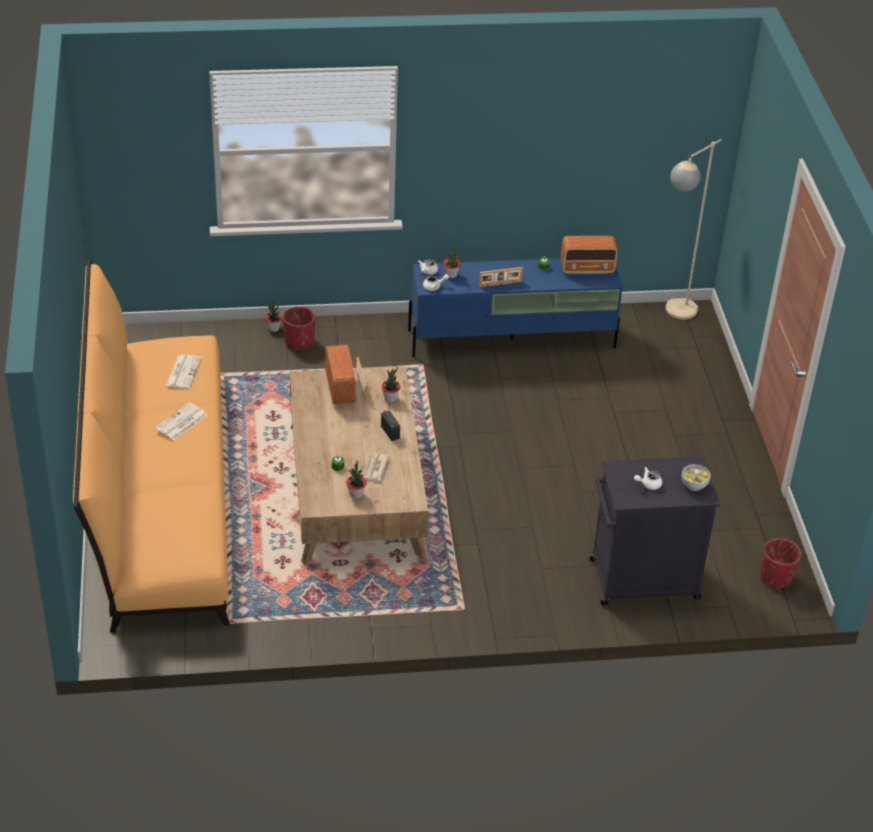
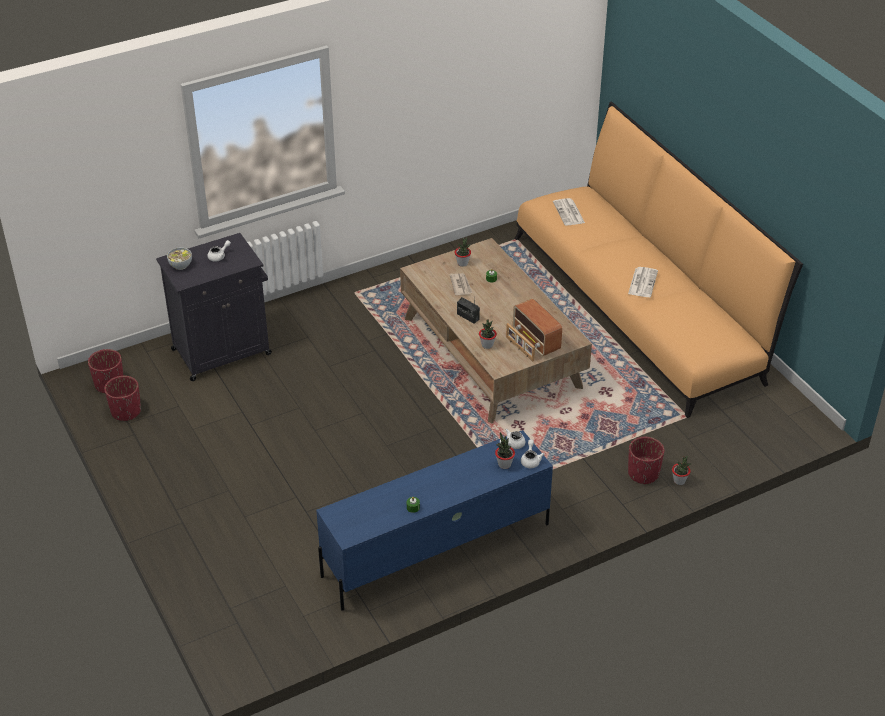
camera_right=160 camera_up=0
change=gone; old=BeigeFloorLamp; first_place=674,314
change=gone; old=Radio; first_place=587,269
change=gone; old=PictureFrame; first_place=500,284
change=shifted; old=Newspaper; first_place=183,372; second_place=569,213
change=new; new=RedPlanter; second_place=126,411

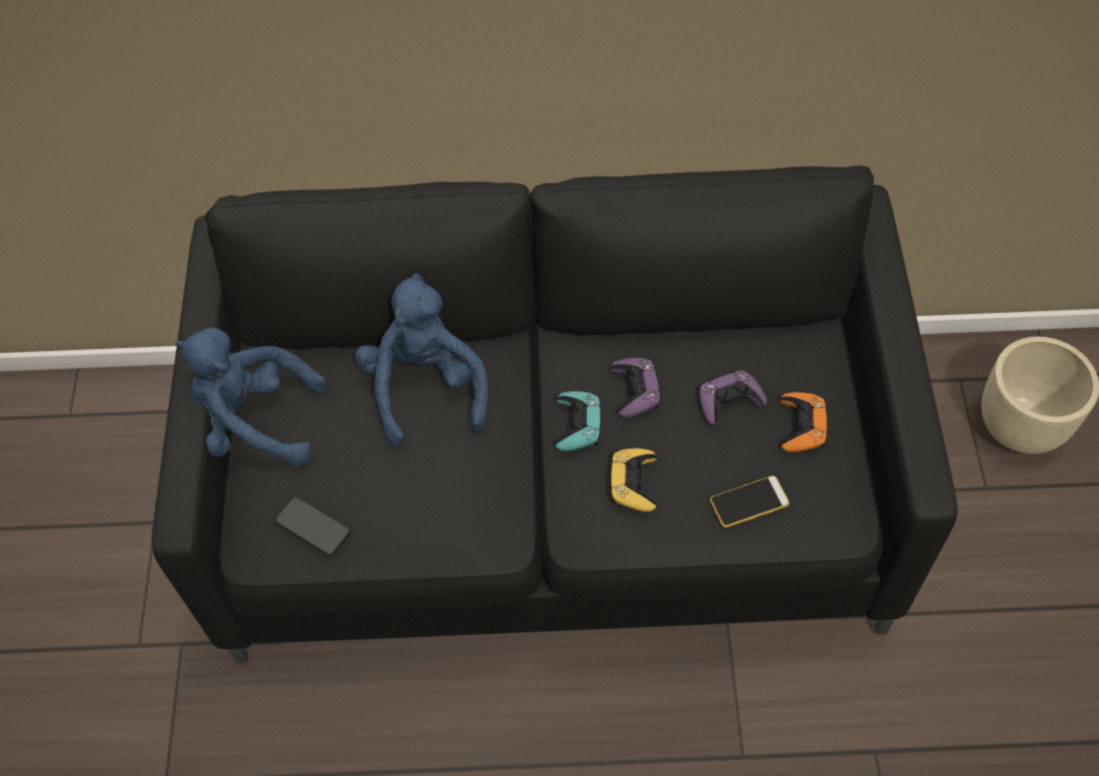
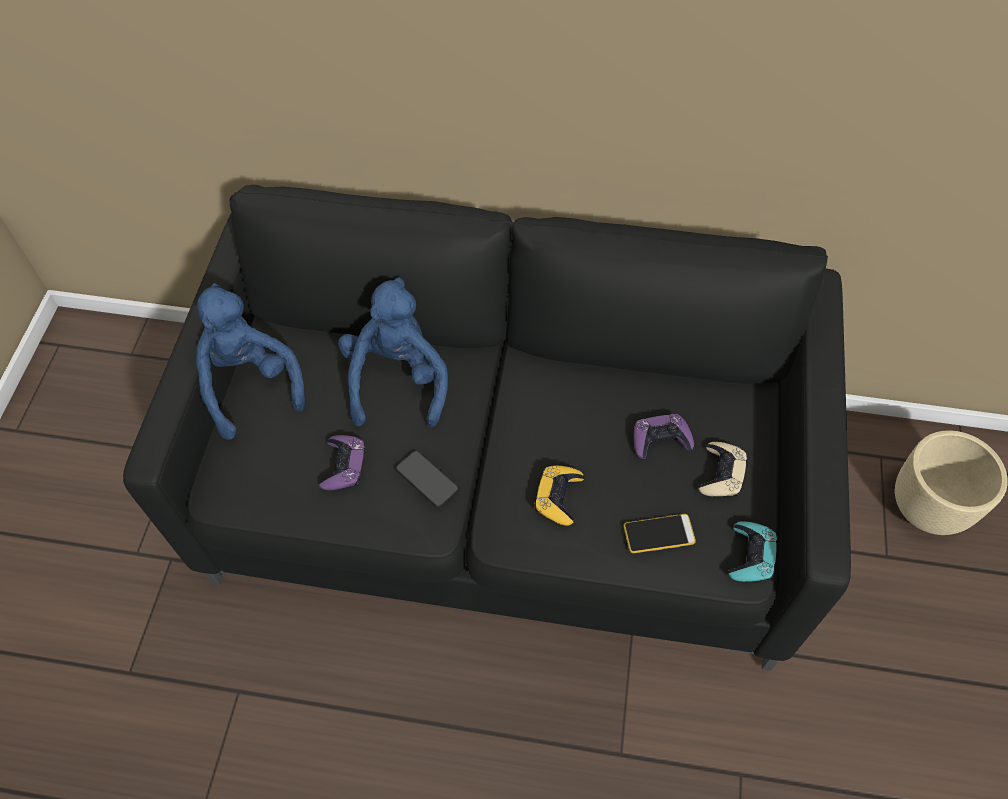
camera_right=10 camera_up=0
change=rotated; old=BluePlushToy; first_place=254,423; second_place=246,385; degrees=45
change=shifted; old=PurpleGameController; first_place=635,390; second_place=344,466
change=shifted; old=TurquoiseGameController; first_place=577,425; second_place=751,555
change=repainted; old=OrangeGameController; new=BeigeGameController; first_place=801,426; second_place=721,474
change=shifted; old=Phone; first_place=313,527; second_place=427,479

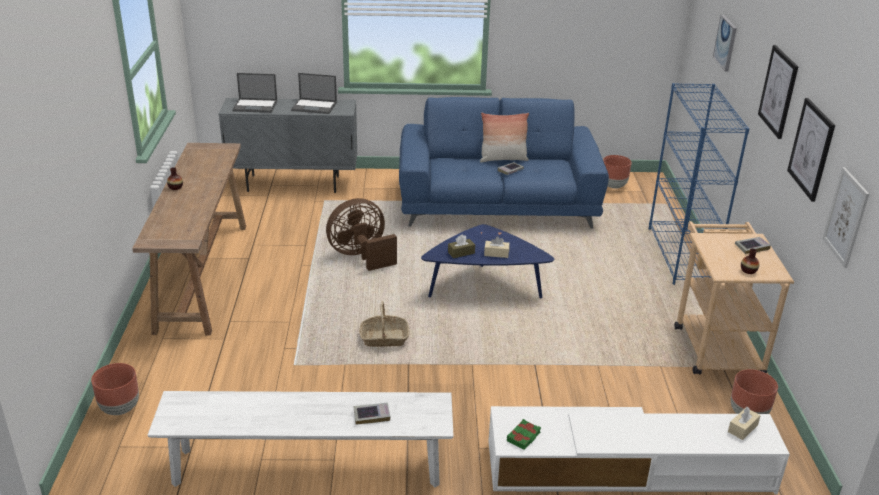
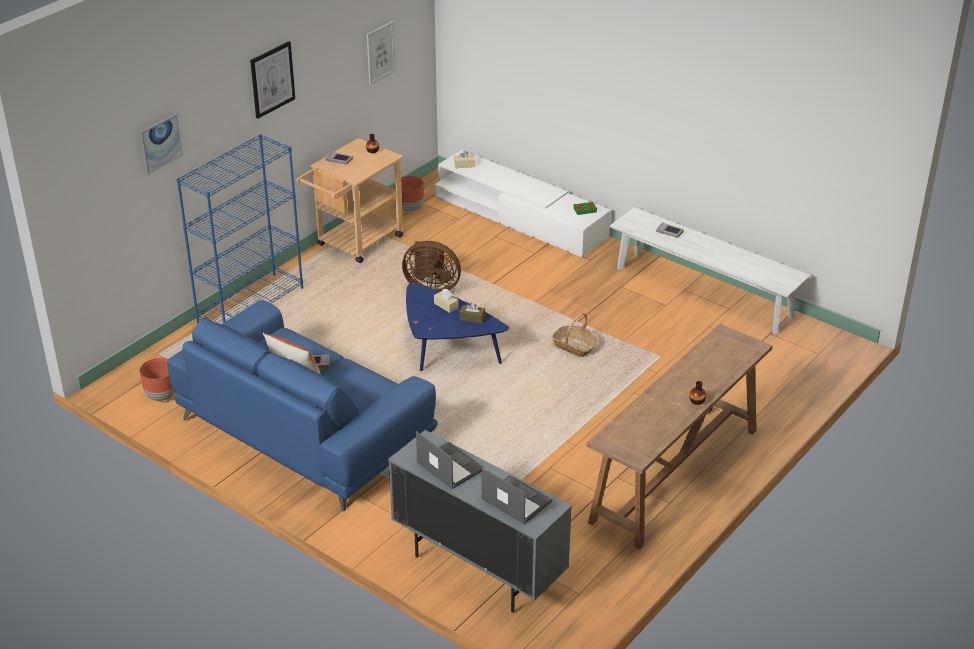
camera_right=-140 camera_up=5
change=gone; old=Picture; first_place=811,149
change=shifted; old=BrownFan; first_place=361,256; second_place=431,287
change=gone; old=BrownPlanter; first_place=119,408

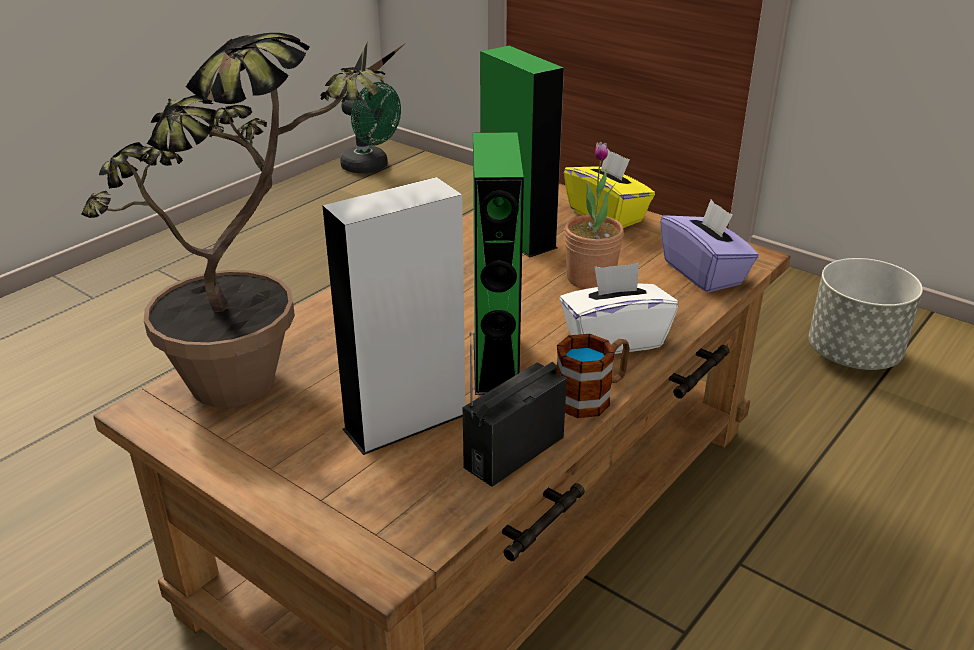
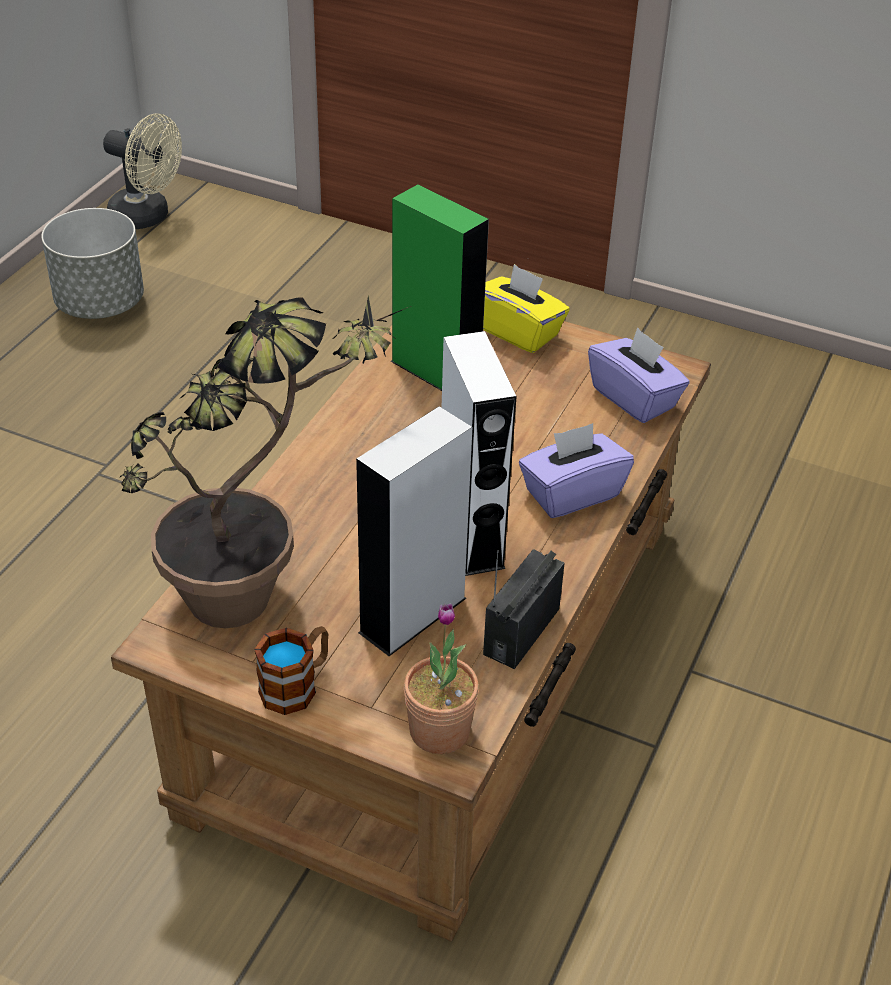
camera_right=-15 camera_up=10
change=repainted; old=GreenFan; new=BeigeFan; first_place=370,167; second_place=147,217
change=repainted; old=GreenSpeaker; new=WhiteSpeaker; first_place=495,362; second_place=470,536
change=shifted; old=PottedPlant; first_place=590,279; second_place=439,731
change=shifted; old=GreyPlanter; first_place=852,355; second_place=100,304
change=repainted; old=WhiteTissueBox; new=PurpleTissueBox; first_place=614,340; second_place=571,493
change=shifted; old=Mug; first_place=592,397; second_place=297,685

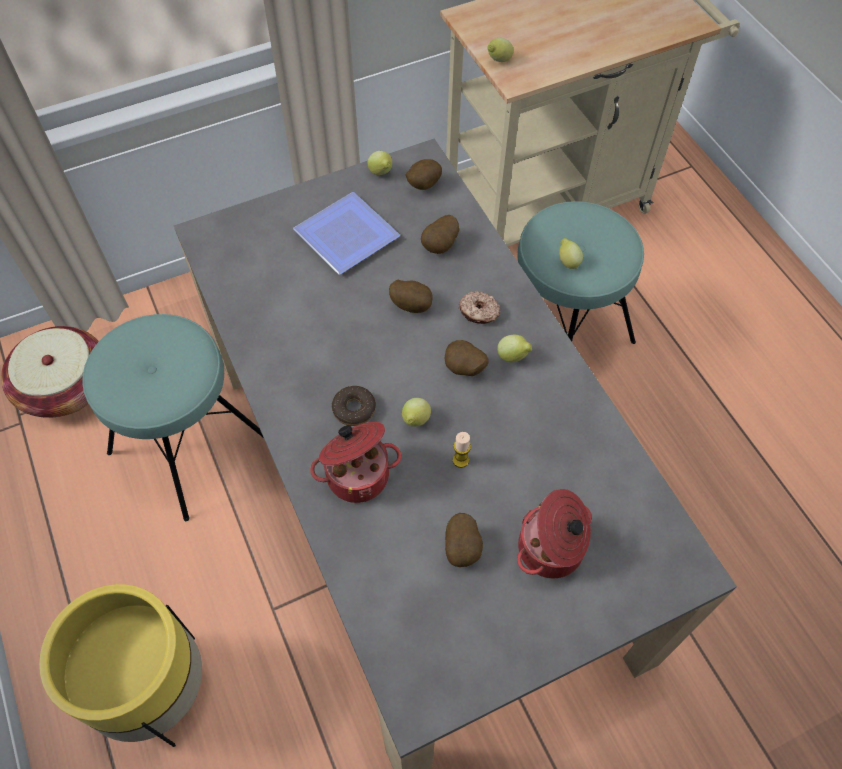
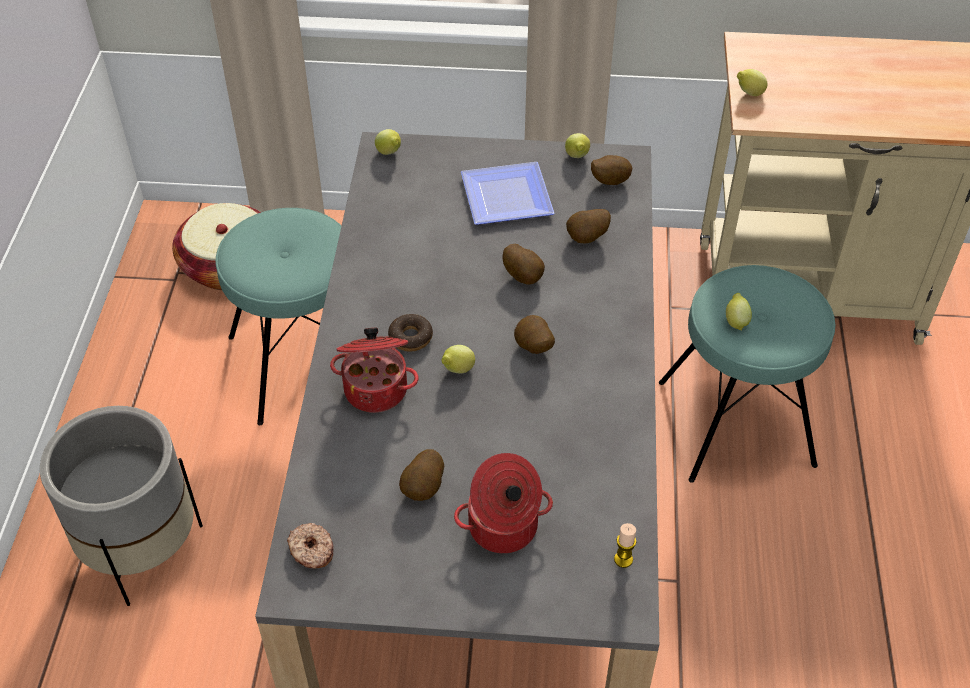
camera_right=30 camera_up=-10
change=shifted; old=Donut; first_place=479,312; second_place=311,551
change=shifted; old=Lemon; first_place=513,357; second_place=389,153
change=shifted; old=Candle; first_place=460,460; second_place=623,559
change=repainted; old=YellowPlanter; new=GreyPlanter; first_place=155,688; second_place=143,550

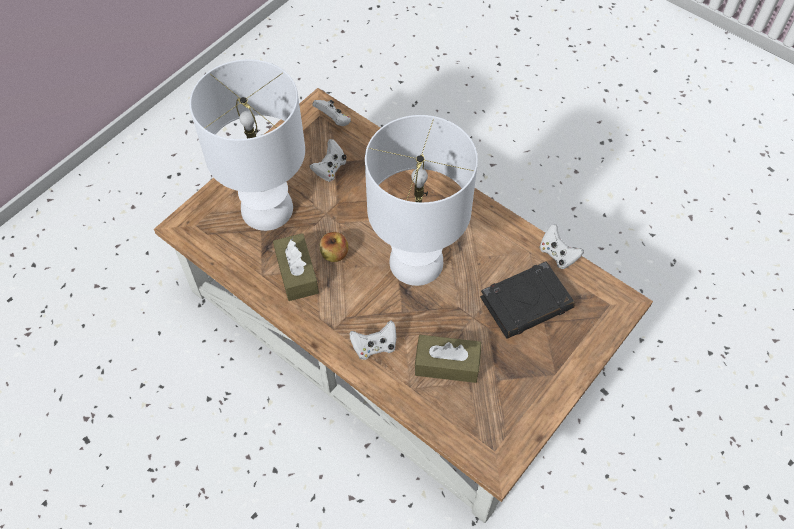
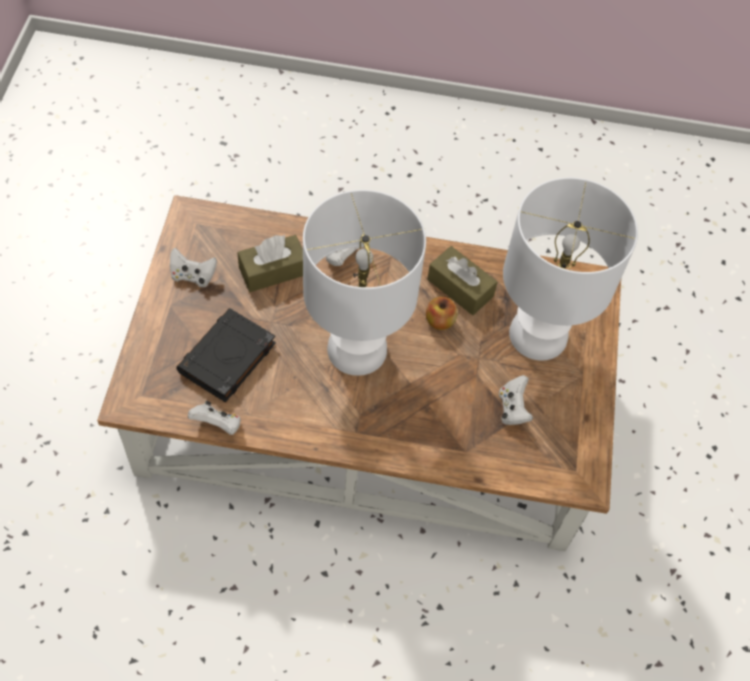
camera_right=145 camera_up=0
change=shifted; old=WhiteGameController; first_place=333,120; second_place=193,276

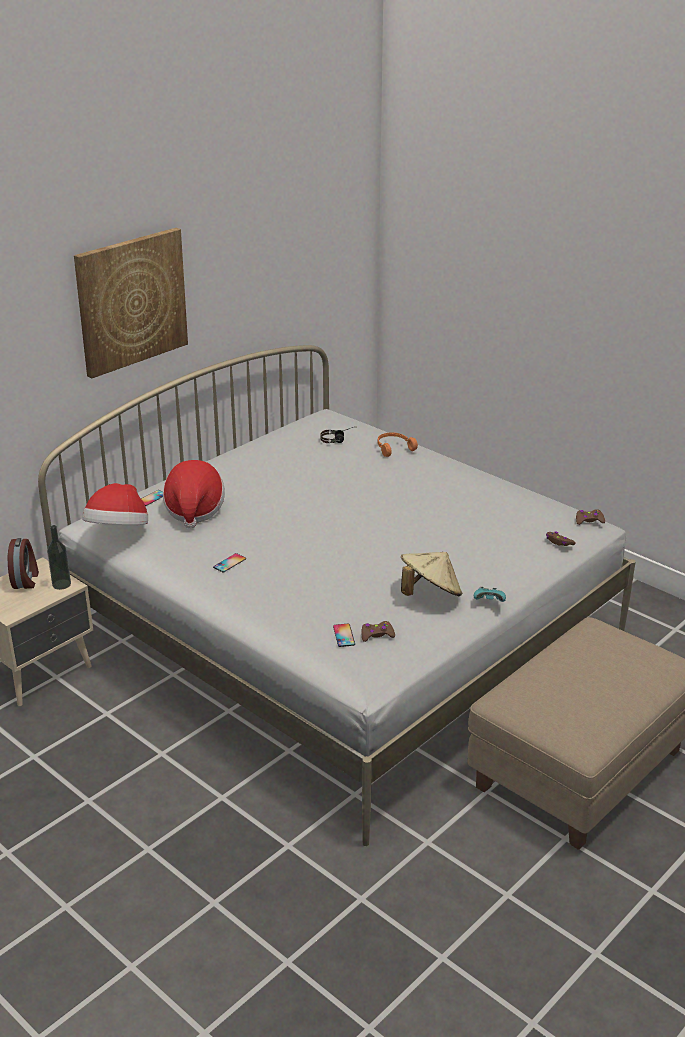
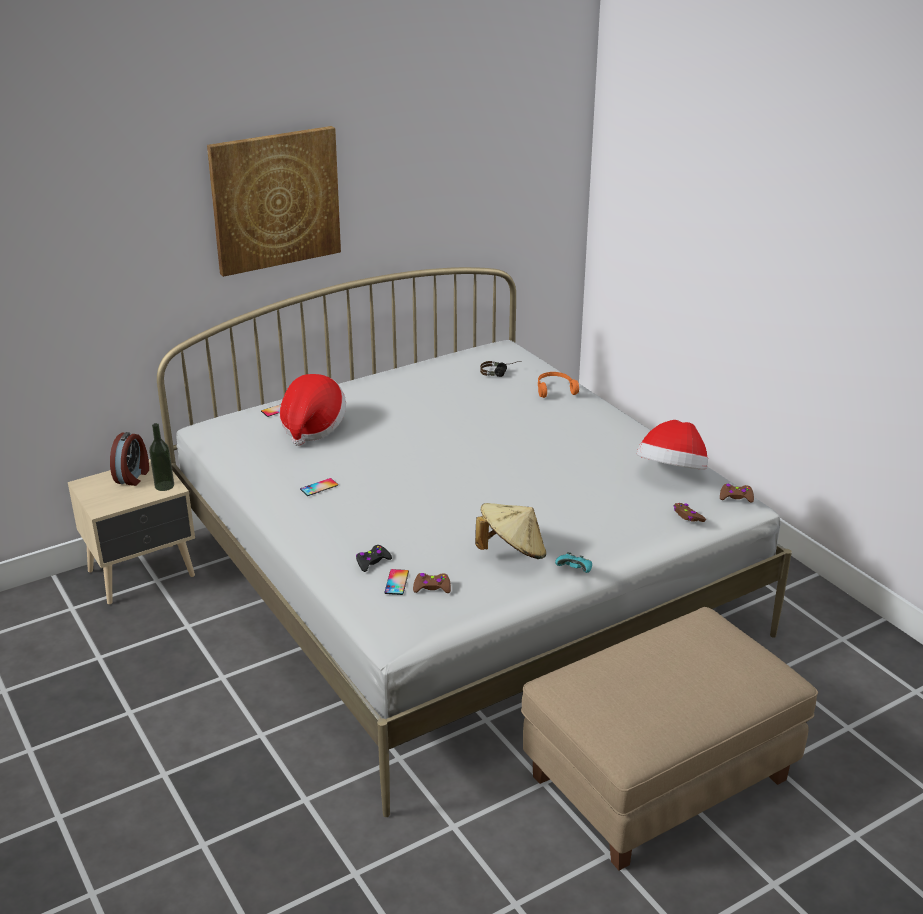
camera_right=15 camera_up=0
change=shifted; old=Hat; first_place=118,532; second_place=671,473
change=new; new=BlackGameController; second_place=372,562

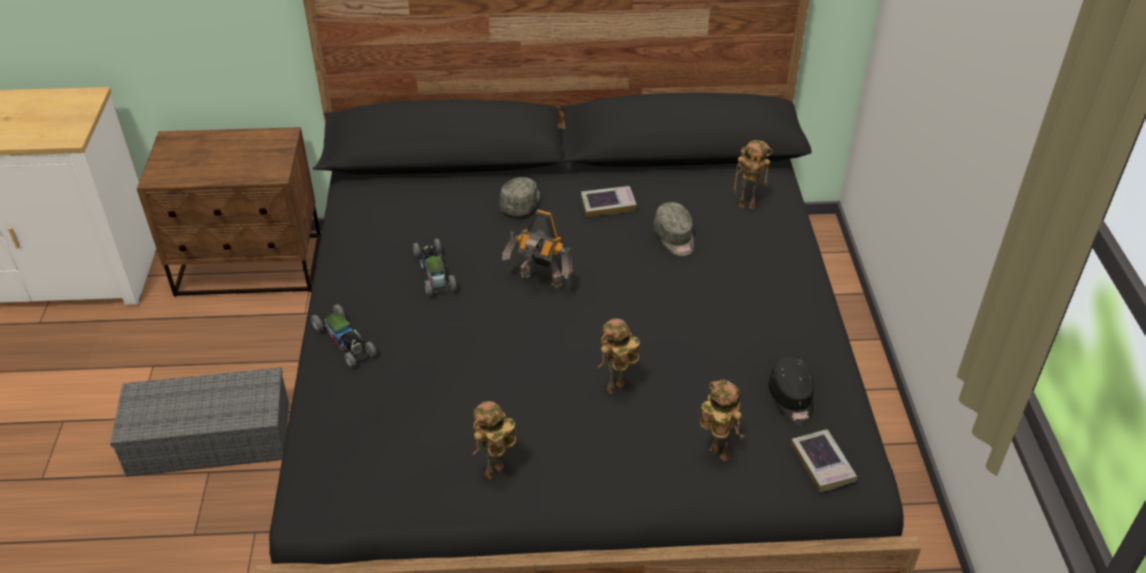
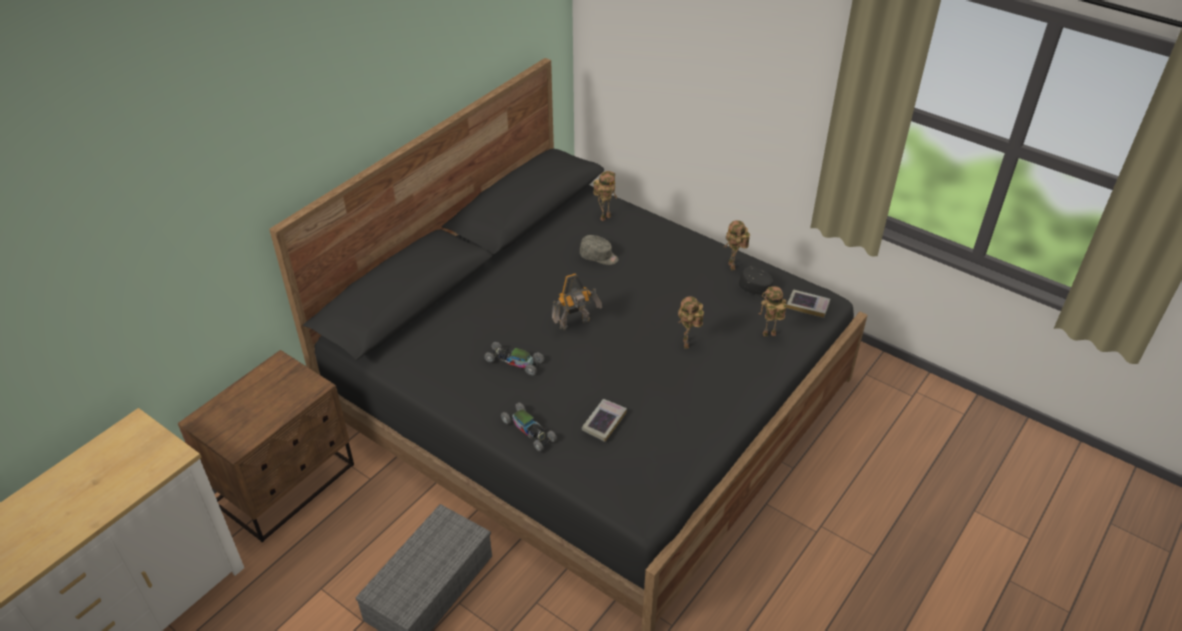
camera_right=-50 camera_up=0
change=gone; old=GreyCap; first_place=521,203
change=shifted; old=Book; first_place=608,204; second_place=604,422
change=rotated; old=ToyCar; first_place=345,341; second_place=529,431; degrees=45
change=shifted; old=ToyRobot; first_place=495,473; second_place=733,266

